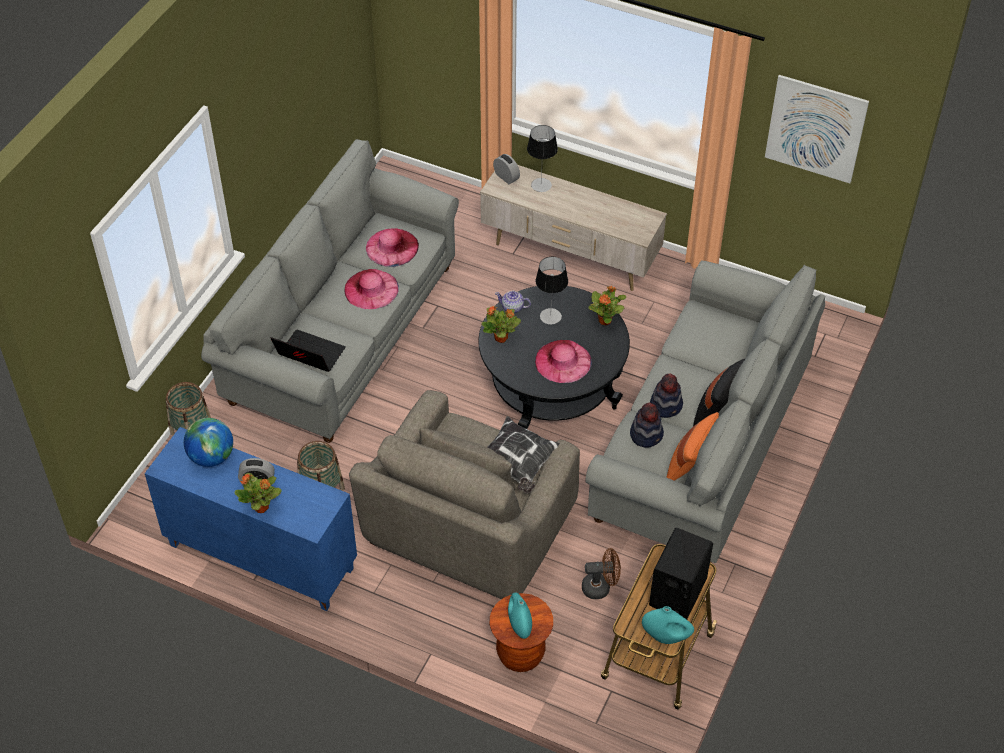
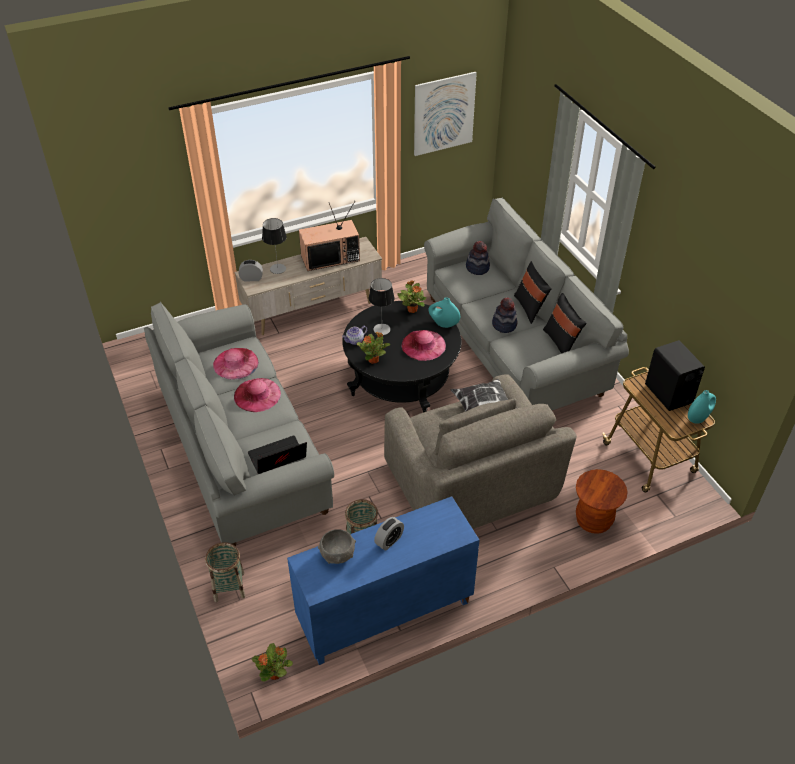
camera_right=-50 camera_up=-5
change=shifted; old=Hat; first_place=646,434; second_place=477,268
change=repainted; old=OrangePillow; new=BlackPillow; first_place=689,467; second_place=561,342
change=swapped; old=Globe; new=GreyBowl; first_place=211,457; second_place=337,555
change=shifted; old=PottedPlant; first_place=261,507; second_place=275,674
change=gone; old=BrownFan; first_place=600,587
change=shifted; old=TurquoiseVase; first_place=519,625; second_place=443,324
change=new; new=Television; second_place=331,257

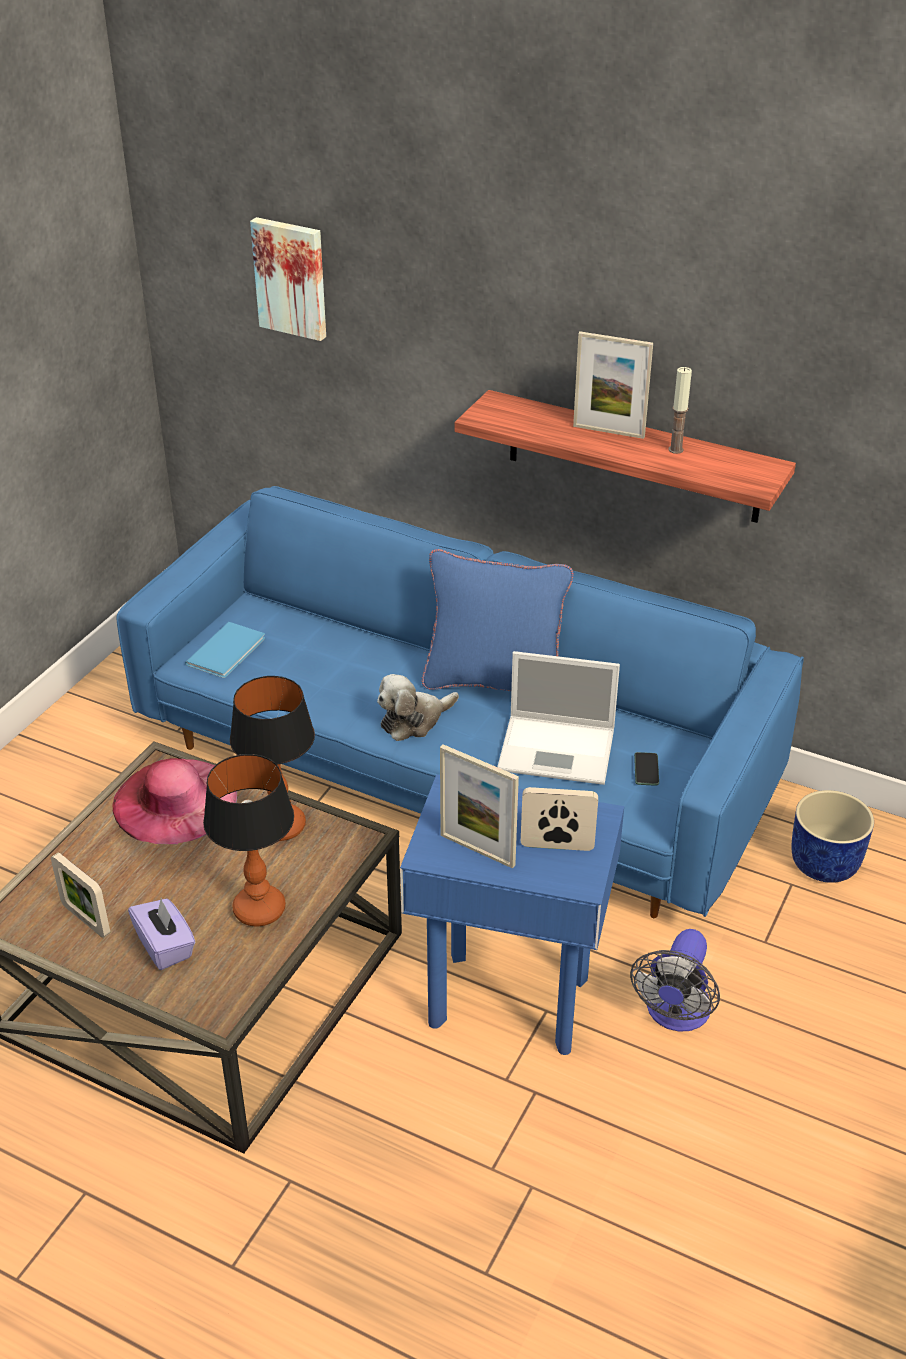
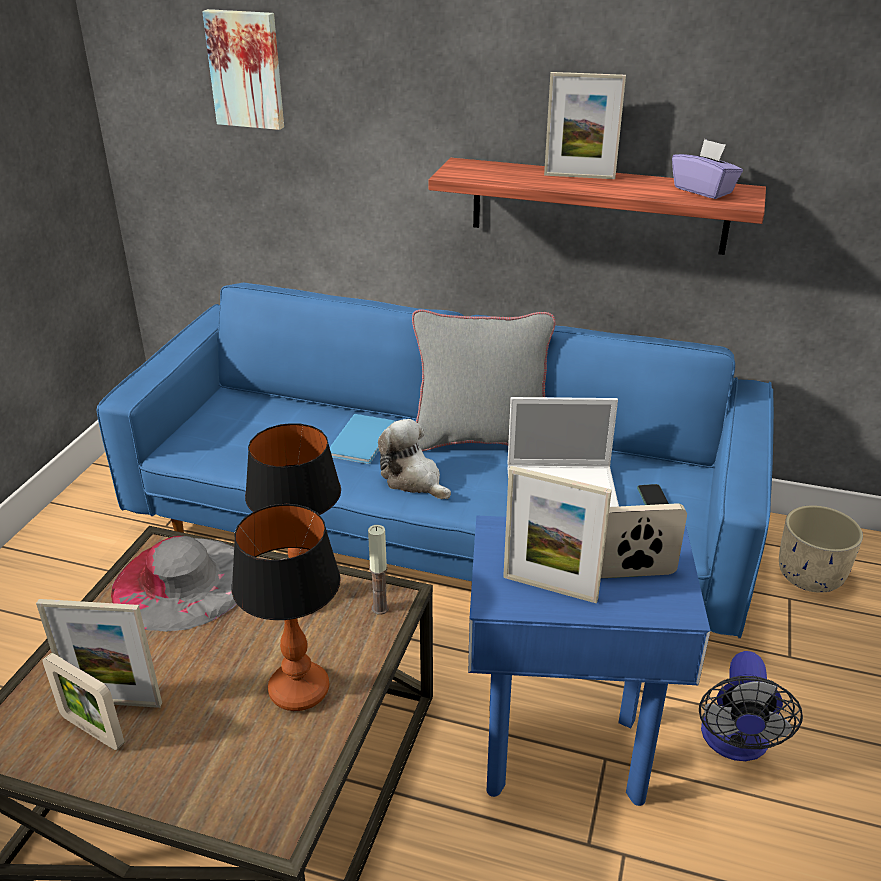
camera_right=-10 camera_up=-5
change=shifted; old=Candle; first_place=675,449; second_place=380,608
change=repainted; old=BluePillow; new=GreyPillow; first_place=494,682; second_place=480,439
change=shifted; old=BlueBook; first_place=229,650; second_place=364,439
change=rotated; old=PlushToy; first_place=414,720; second_place=414,480; degrees=90
change=repainted; old=PinkHat; new=GreyHat; first_place=175,800; second_place=181,583
change=repainted; old=BluePlanter; new=BeigePlanter; first_place=825,863; second_place=811,575
change=shifted; old=PurpleTissueBox; first_place=165,946; second_place=703,190
change=new; new=PictureFrame; second_place=114,702

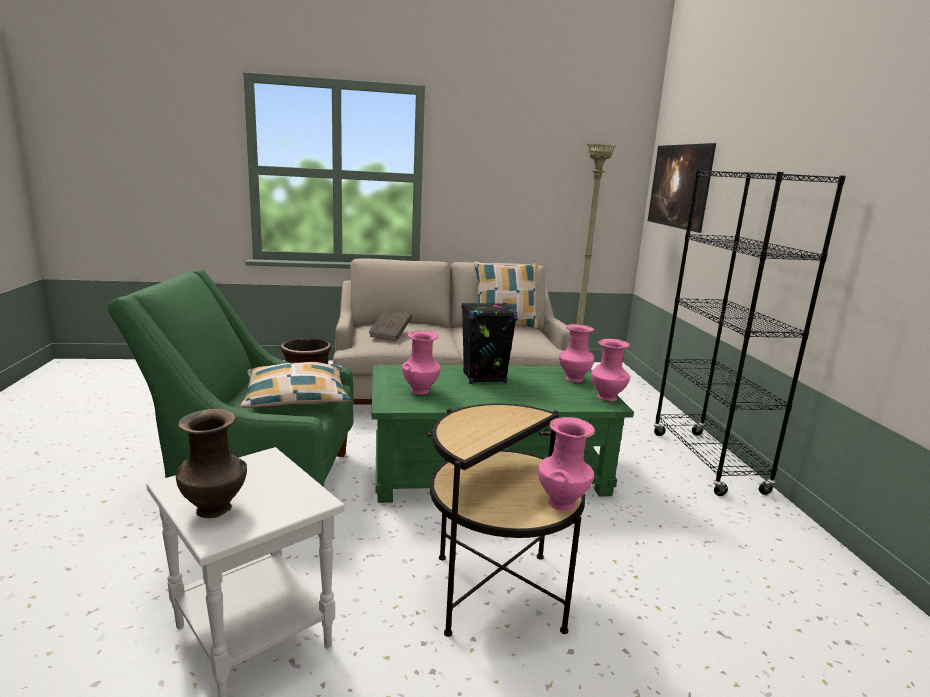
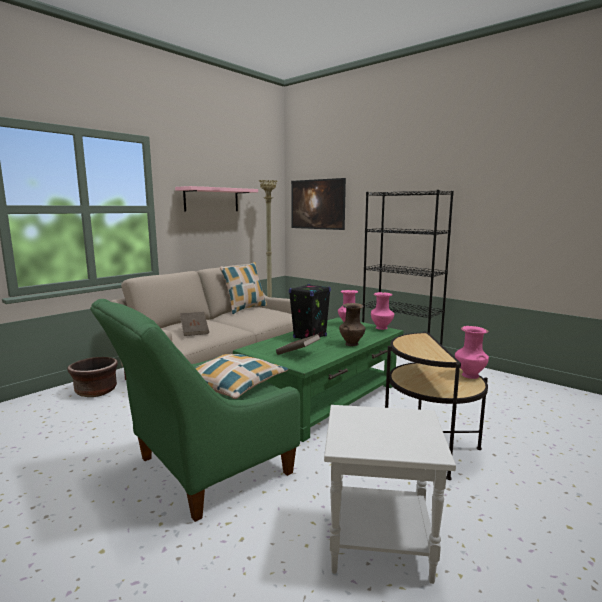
camera_right=-40 camera_up=-5
change=swapped; old=PinkVase; new=BrownBook; first_place=420,391; second_place=298,354
change=shifted; old=BrownVase; first_place=216,509; second_place=352,344
change=new; new=PinkShelf; second_place=211,199

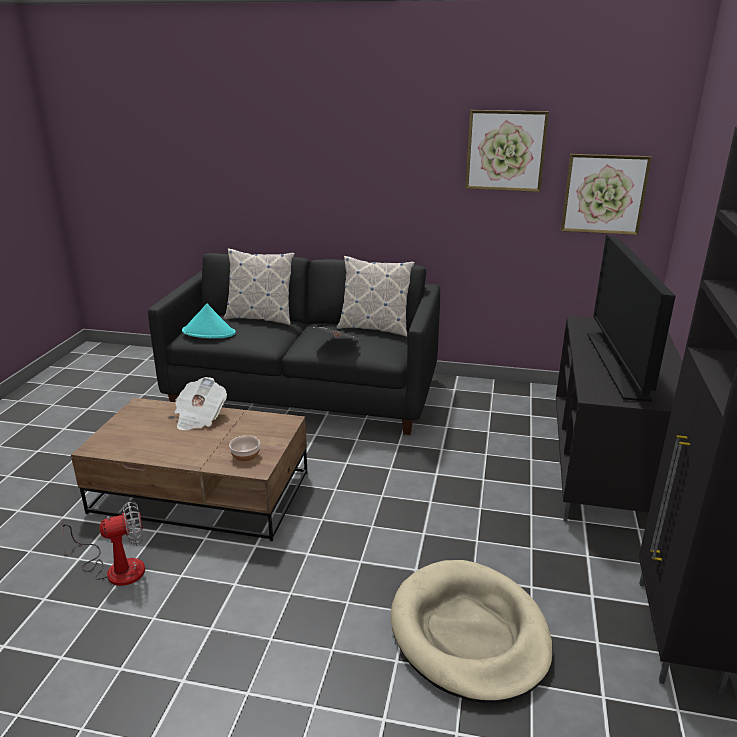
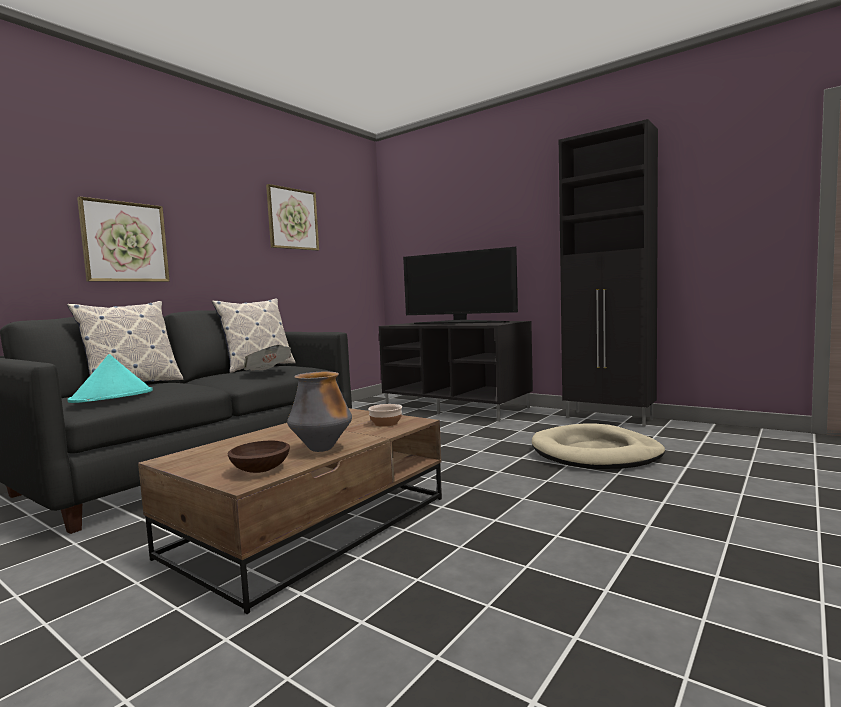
camera_right=-65 camera_up=-20
change=shifted; old=Picture; first_place=604,194; second_place=125,242
change=gone; old=Newspaper; first_place=199,417
change=gone; old=Fan; first_place=116,567
change=new; new=Vase; second_place=321,449
change=new; new=BrownBowl; second_place=261,470

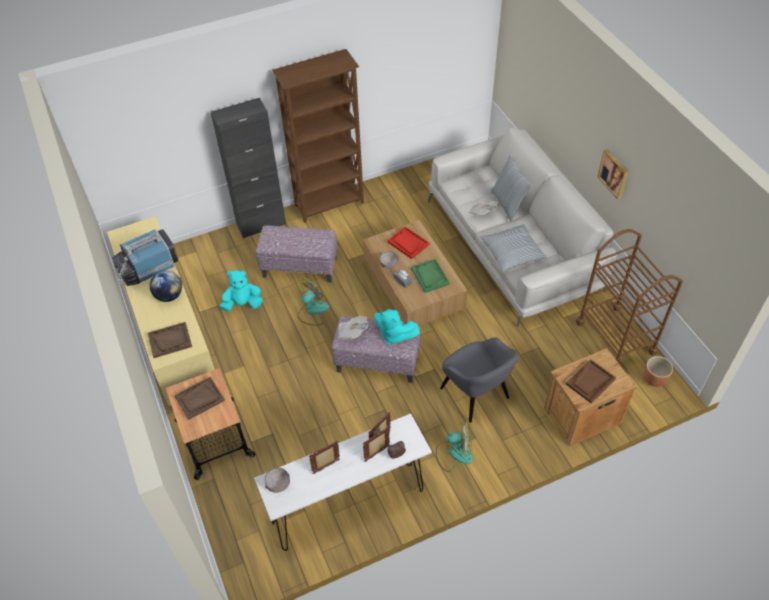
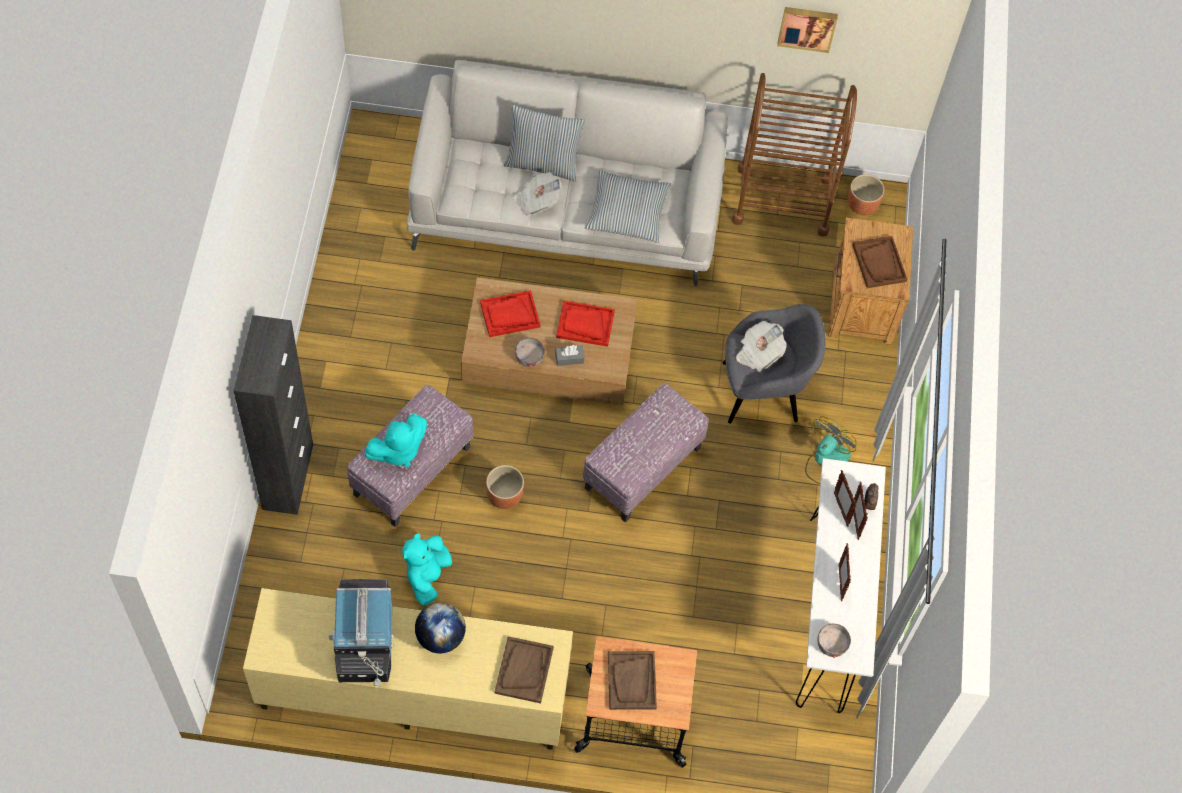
camera_right=-65 camera_up=10
change=gone; old=BrownBookcase; first_place=330,204
change=shifted; old=Picture; first_place=614,173; second_place=807,27
change=repainted; old=GreenTray; new=RedTray; first_place=430,276; second_place=585,324
change=swapped; old=Fan; new=BrownPlanter; first_place=313,311; second_place=504,496
change=shifted; old=TurquoisePlushToy; first_place=394,335; second_place=398,450
change=shifted; old=Newspaper; first_place=352,332; second_place=758,353

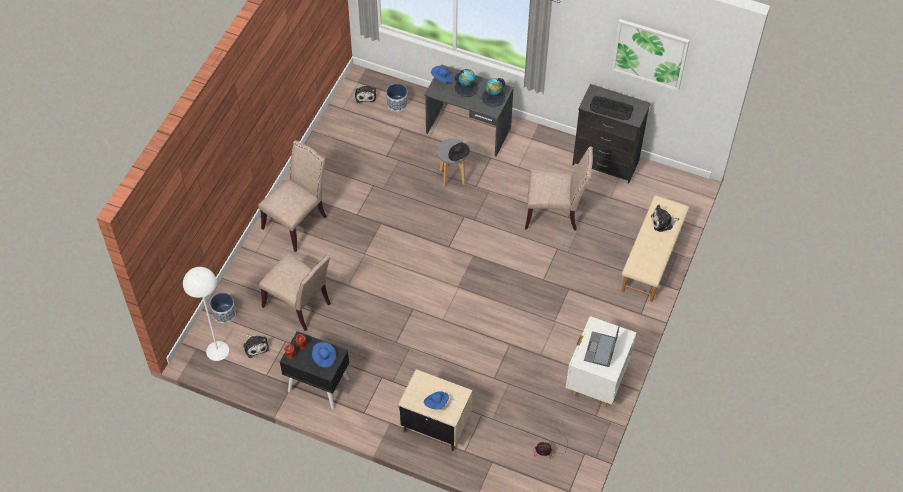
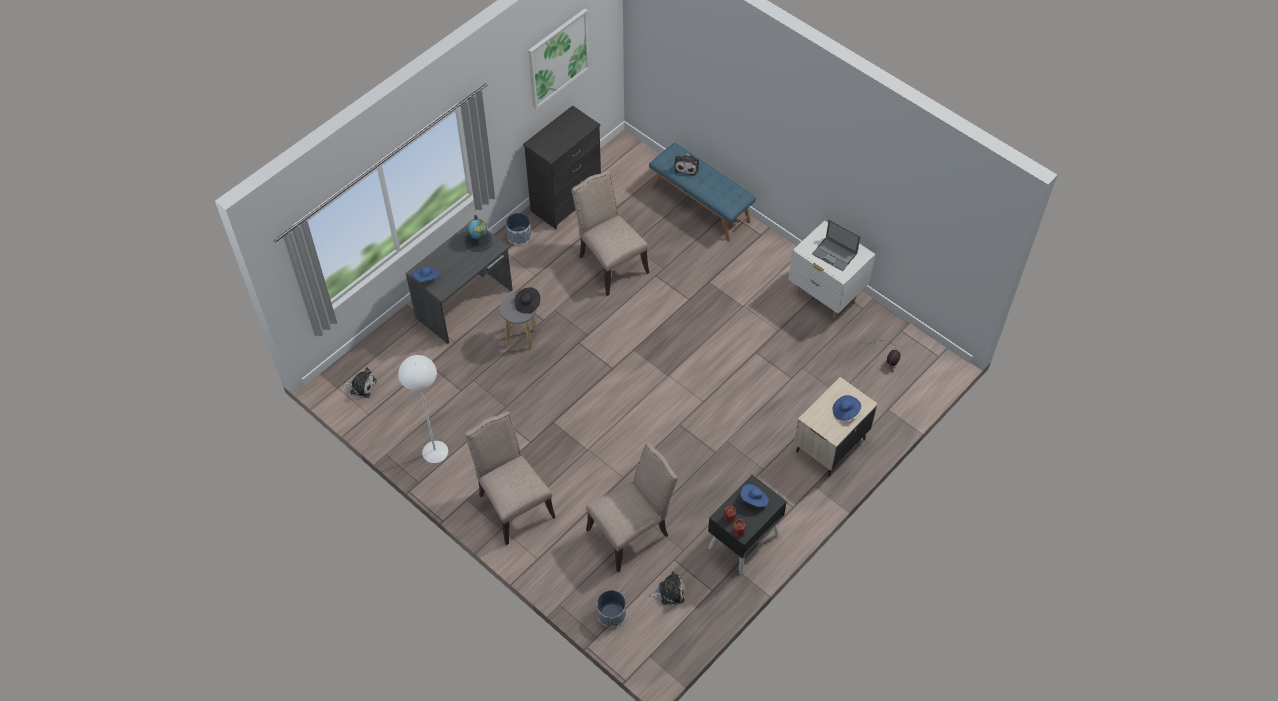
camera_right=-70 camera_up=0
change=gone; old=Globe; first_place=466,87
change=shifted; old=Planter; first_place=397,104; second_place=519,236
change=gone; old=Keyboard; first_place=611,108
change=rotated; old=BeigeChair; first_place=554,213; second_place=610,263; degrees=-60
change=repainted; old=BeigeBench; new=BlueBench; first_place=652,259; second_place=701,204
change=shifted; old=WhiteFloorLamp; first_place=217,350; second_place=435,452

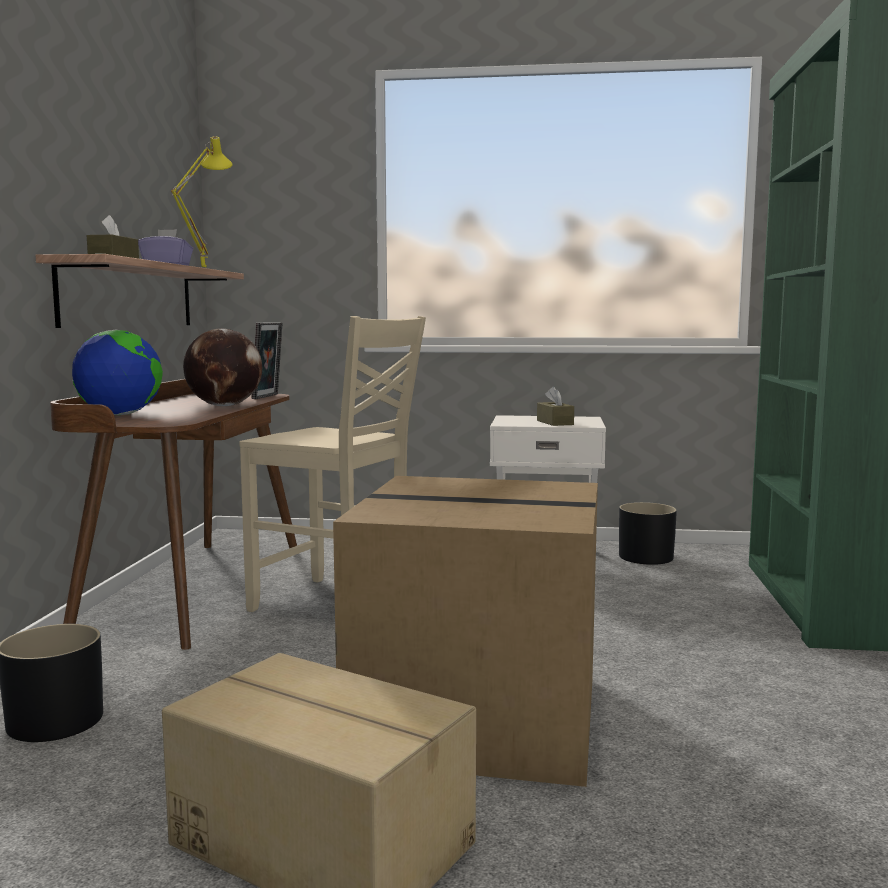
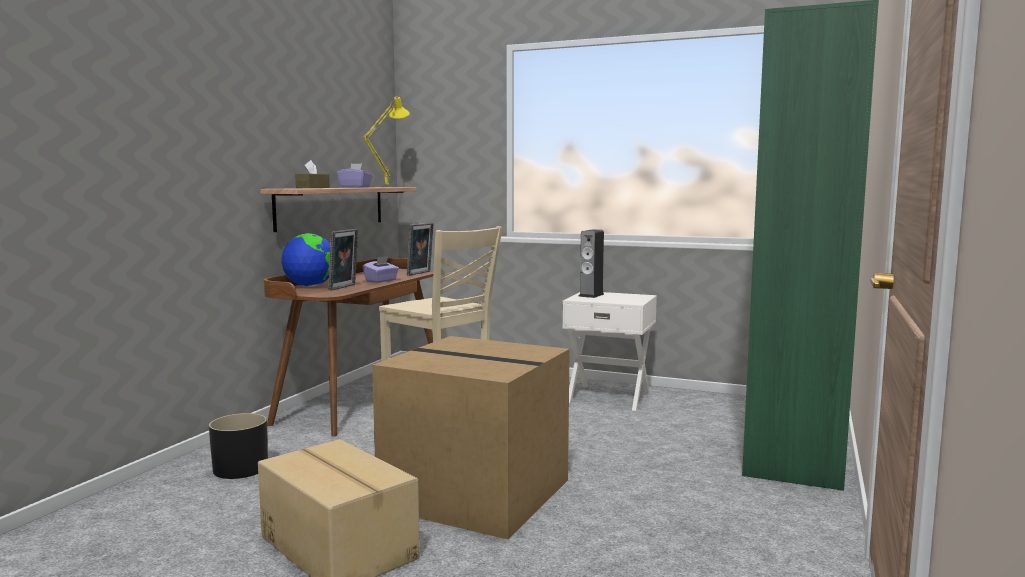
camera_right=15 camera_up=0
change=swapped; old=Globe; new=PurpleTissueBox; first_place=224,406; second_place=381,281
change=gone; old=BrownTissueBox; first_place=555,422
change=gone; old=BlackPlanter; first_place=646,557
change=new; new=PictureFrame; second_place=344,287
change=new; new=Speaker; second_place=591,295

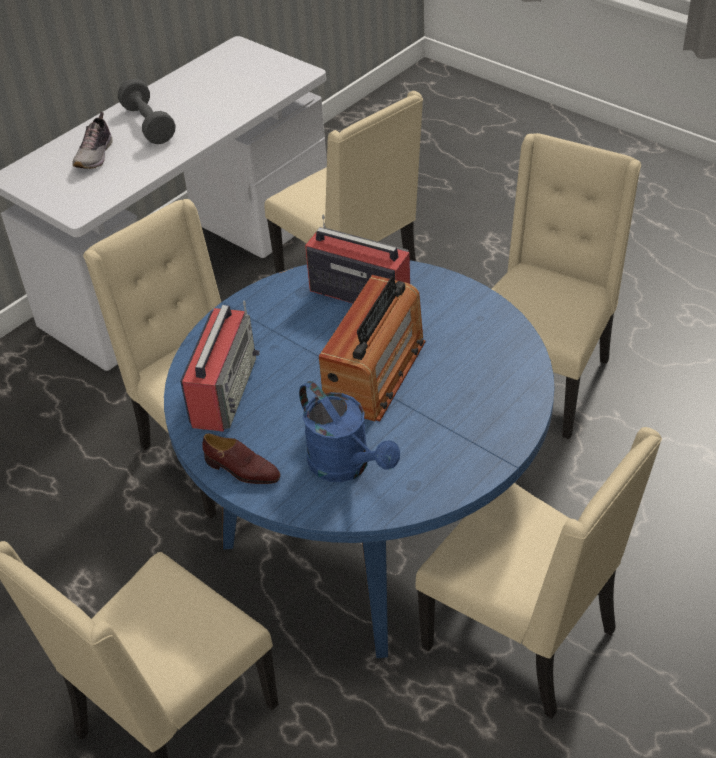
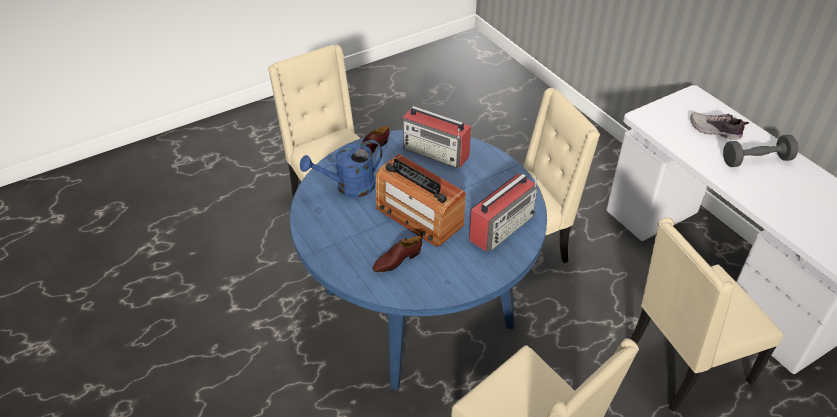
camera_right=105 camera_up=0
change=gone; old=BeigeChair; first_place=524,639
change=new; new=BrownShoe; second_place=397,260

